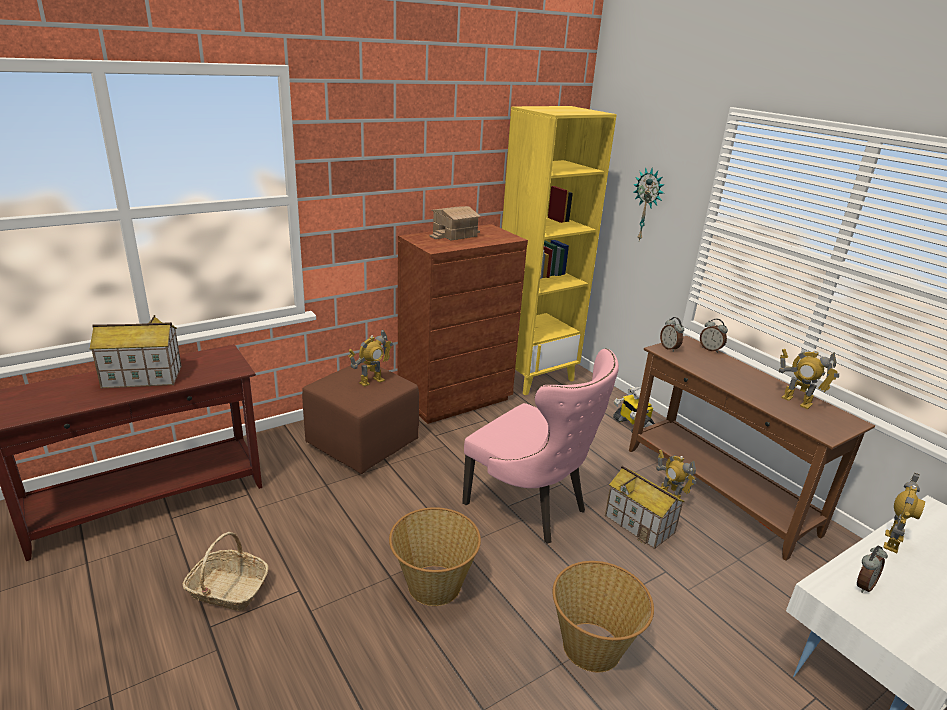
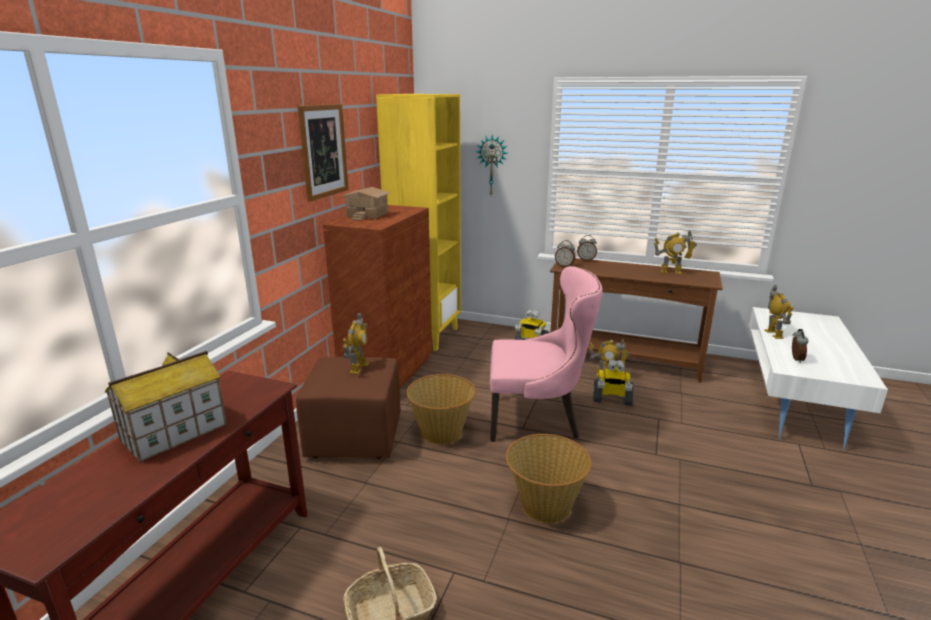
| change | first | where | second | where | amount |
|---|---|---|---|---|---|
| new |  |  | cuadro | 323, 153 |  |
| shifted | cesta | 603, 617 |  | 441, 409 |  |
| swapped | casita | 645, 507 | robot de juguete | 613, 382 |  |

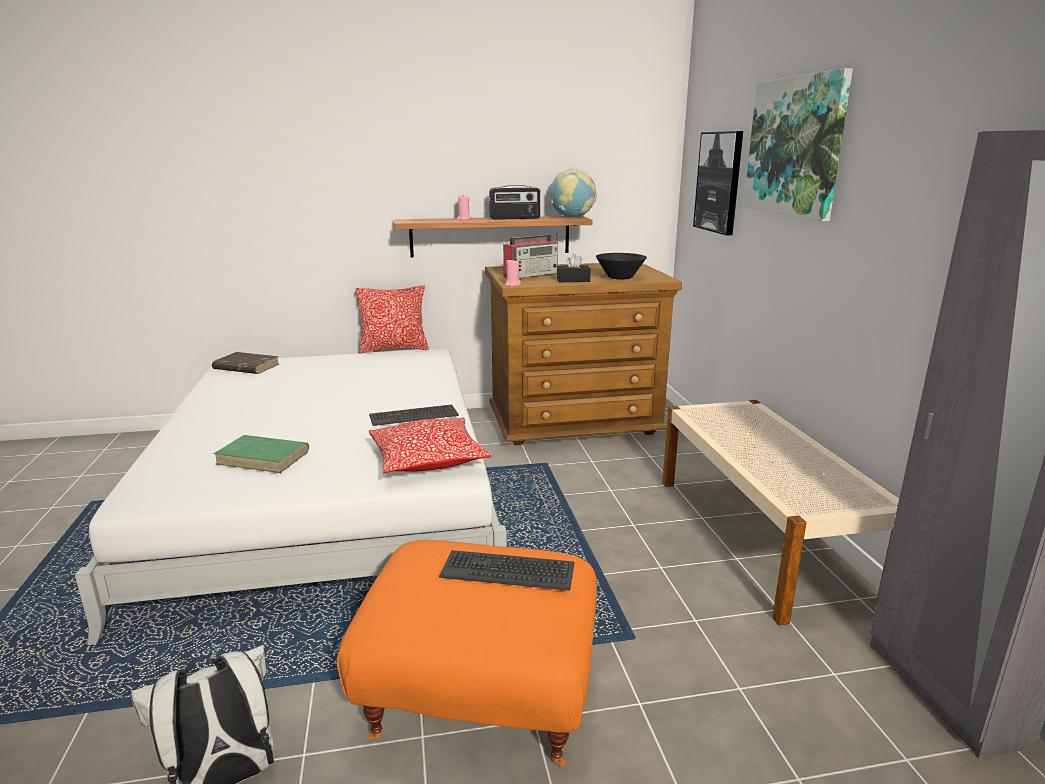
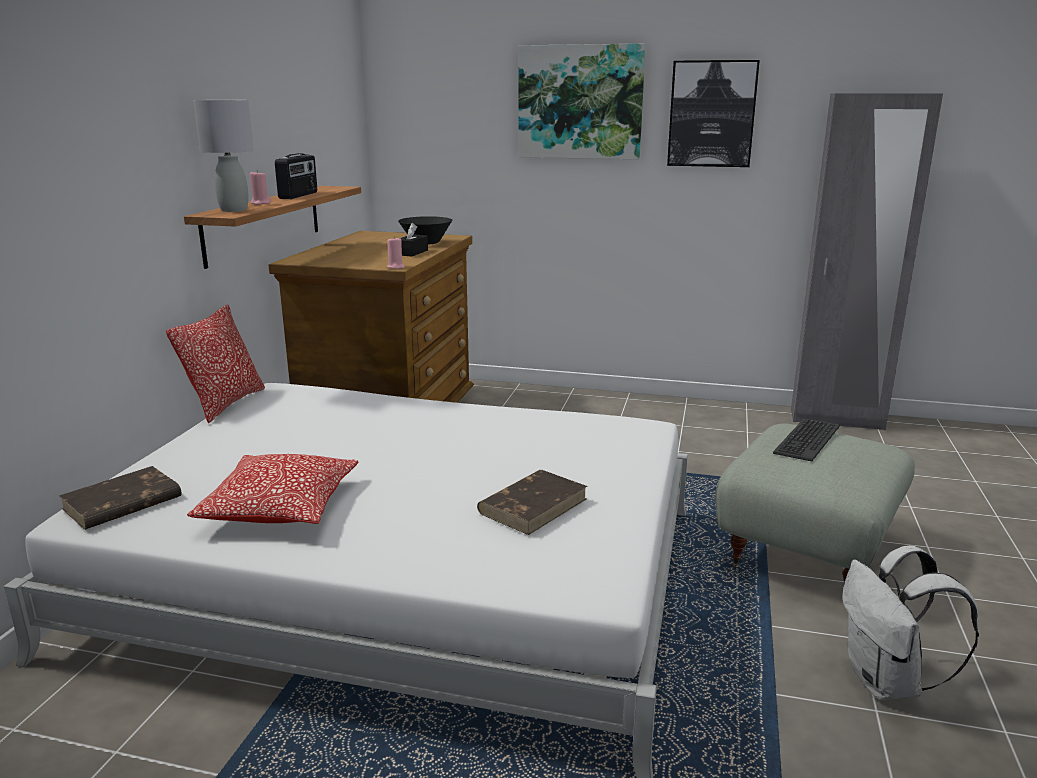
| change | first | where | second | where | amount |
|---|---|---|---|---|---|
| gone | teclado | 414, 415 |  |  |  |
| gone | radio | 530, 256 |  |  |  |
| gone | globo terráqueo | 573, 193 |  |  |  |
| gone | banco [beis] | 780, 513 |  |  |  |
| new |  |  | lámpara de mesa [gris] | 223, 156 |  |
| shifted | cojín | 430, 445 |  | 272, 489 |  |
| shifted | cuadro | 718, 183 |  | 713, 113 |  |
| repainted | libro [verde] | 261, 454 | libro [marrón] | 532, 502 |  |
| repainted | puf [naranja] | 467, 653 | puf [gris] | 815, 503 |  |

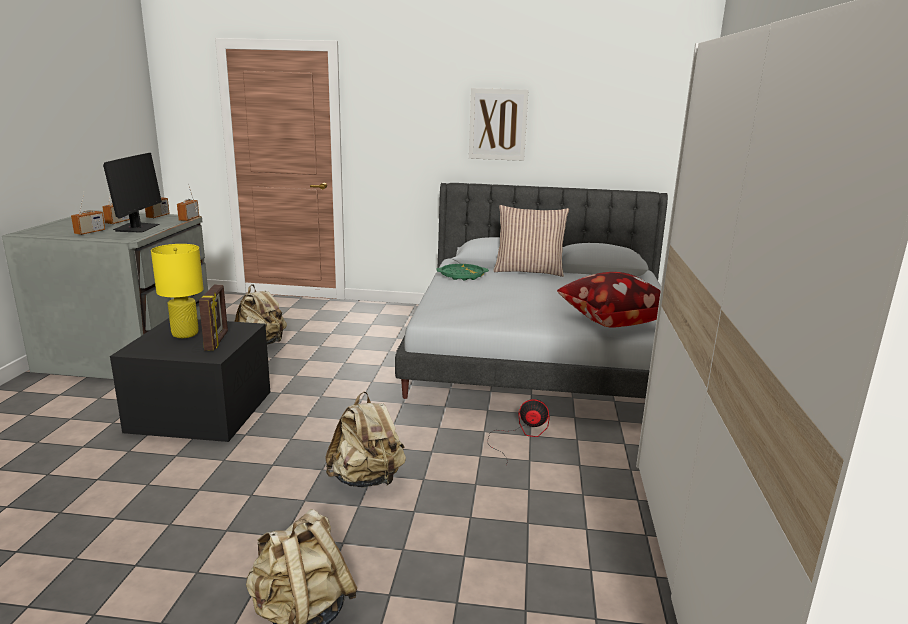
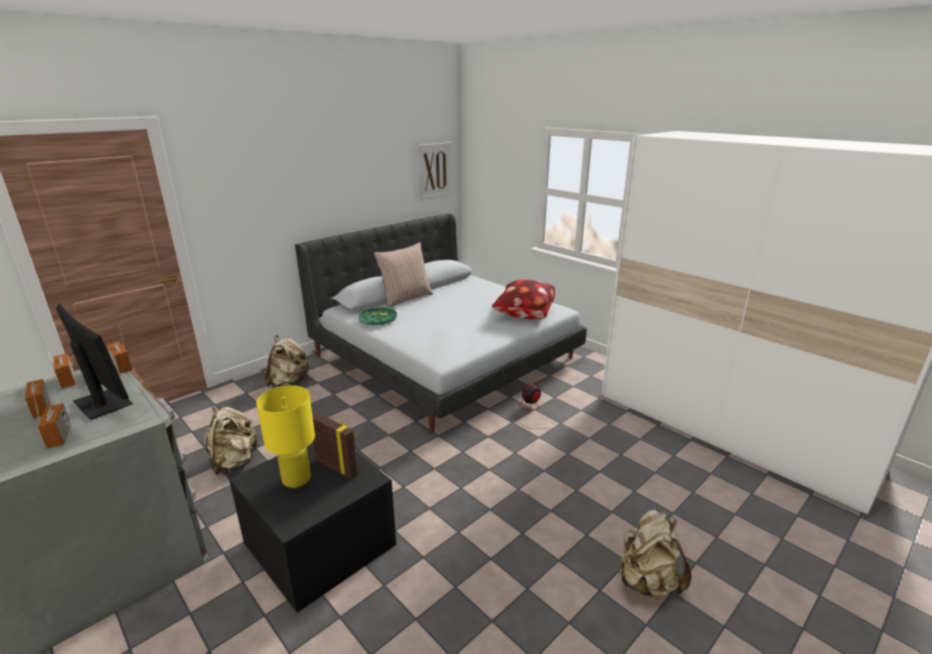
| change | first | where | second | where | amount |
|---|---|---|---|---|---|
| shifted | mochila [beis] | 365, 439 |  | 287, 361 |  |
| shifted | cuadro | 498, 124 |  | 434, 171 |  |

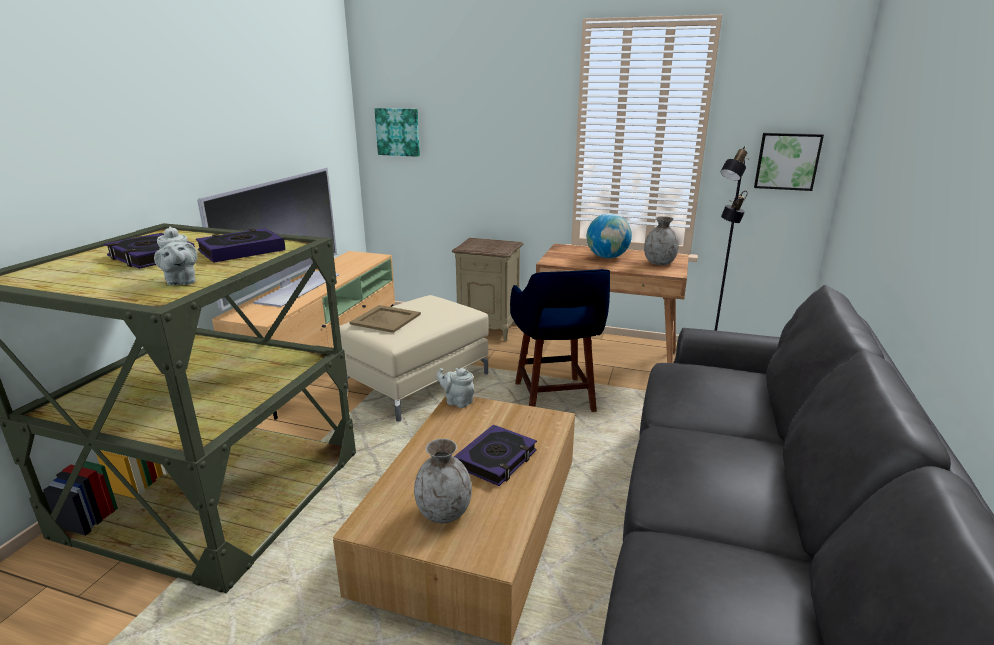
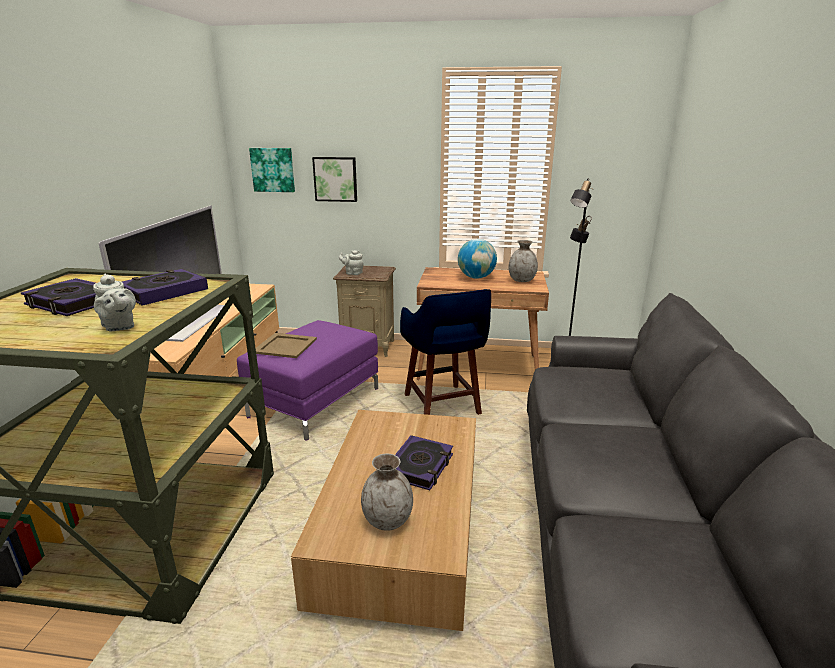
| change | first | where | second | where | amount |
|---|---|---|---|---|---|
| shifted | tetera [gris] | 455, 388 |  | 351, 262 |  |
| shifted | cuadro | 789, 162 |  | 334, 179 |  |
| repainted | puf [beis] | 414, 358 | puf [morado] | 307, 380 |  |

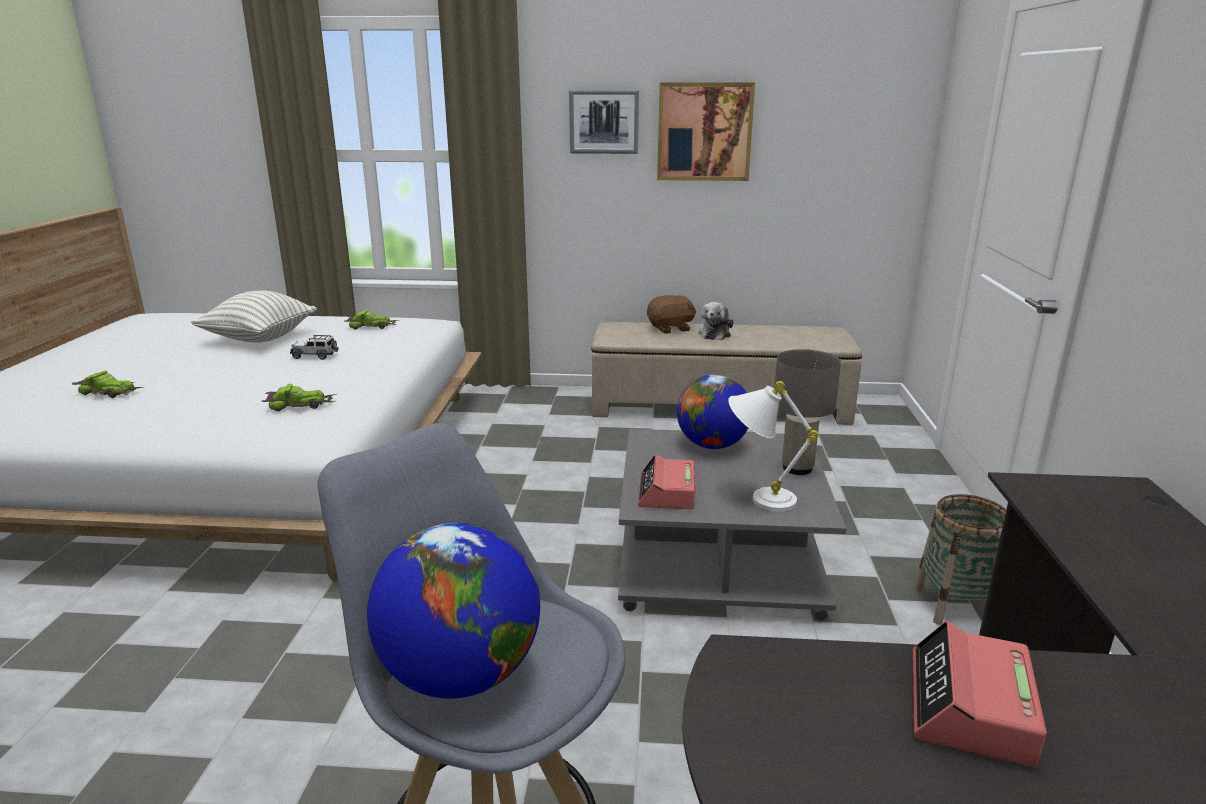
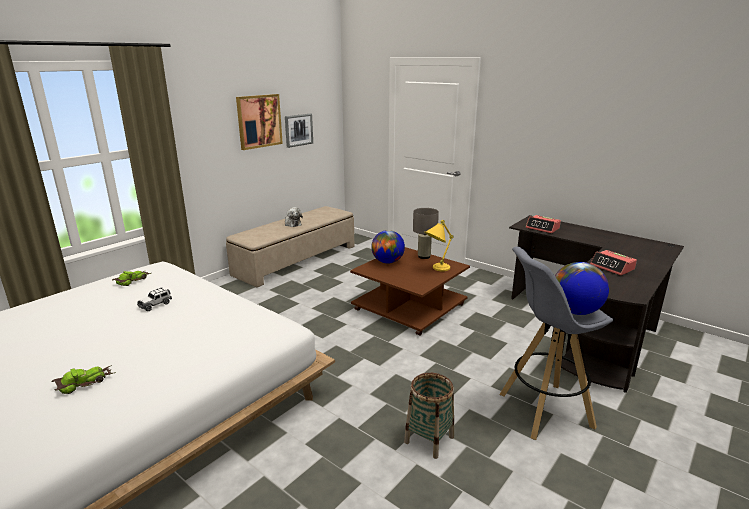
| change | first | where | second | where | amount |
|---|---|---|---|---|---|
| gone | cojín | 254, 317 |  |  |  |
| gone | coche de juguete | 299, 397 |  |  |  |
| gone | peluche [marrón] | 671, 314 |  |  |  |
| shifted | cuadro | 604, 122 |  | 299, 131 |  |
| shifted | despertador | 666, 481 |  | 543, 224 |  |
| shifted | cesta | 960, 559 |  | 429, 416 |  |
| repainted | mesa de centro [gris] | 732, 525 | mesa de centro [marrón] | 410, 291 |  |
| repainted | lámpara de mesa [blanco] | 773, 446 | lámpara de mesa [amarillo] | 438, 245 |  |

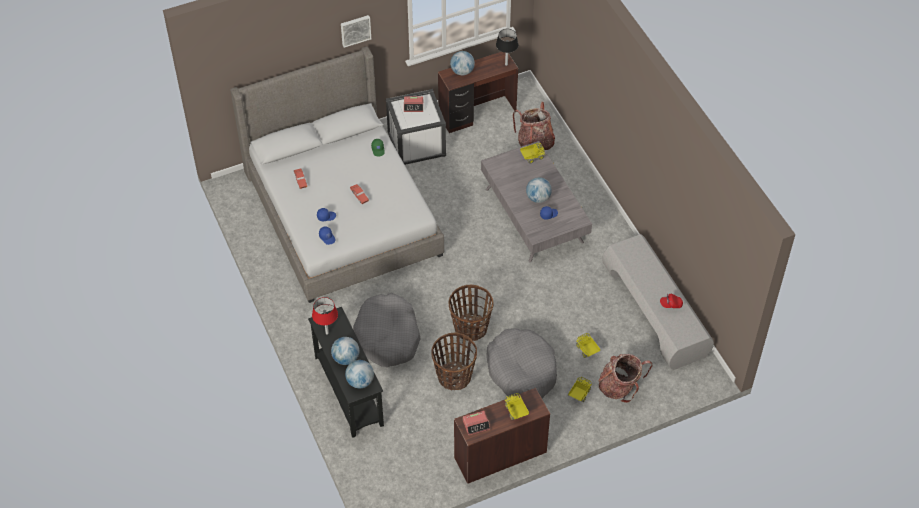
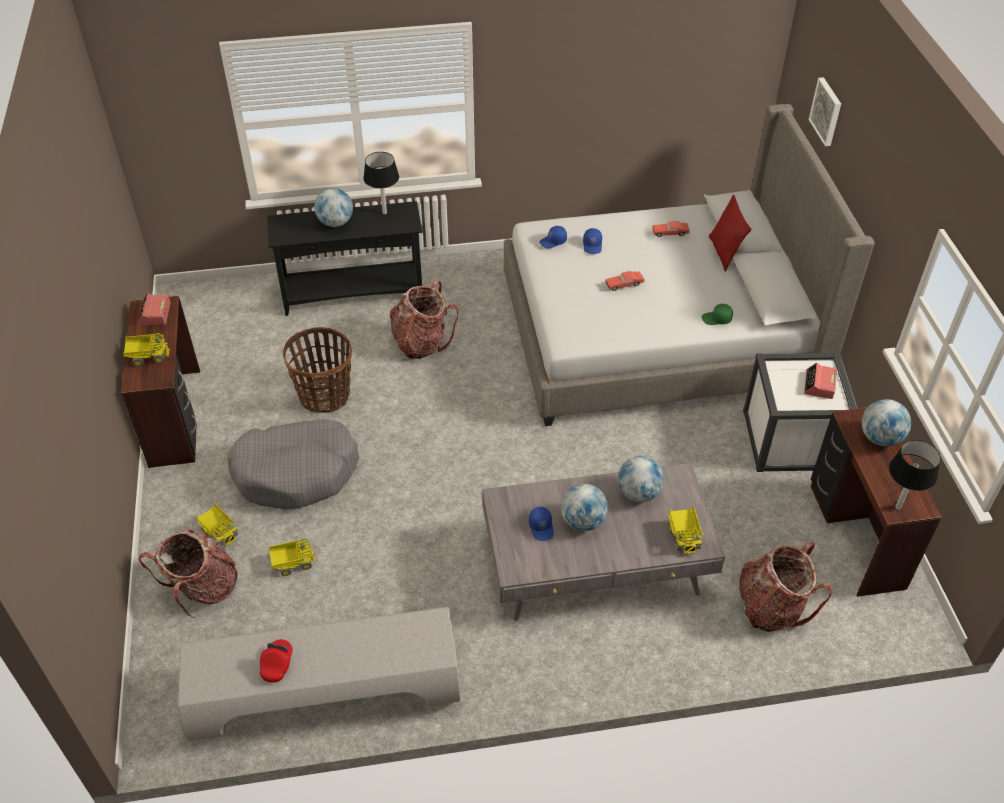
| change | first | where | second | where | amount |
|---|---|---|---|---|---|
| gone | cesta | 471, 313 |  |  |  |
| new |  |  | cojín [rojo] | 730, 233 |  |
| shifted | cuadro | 356, 31 |  | 824, 111 |  |
| shifted | globo terráqueo | 359, 374 |  | 641, 479 |  |
| swapped | cama para perro [gris] | 387, 330 | mochila | 424, 319 |  |
| repainted | lámpara de mesa [rojo] | 325, 315 | lámpara de mesa [negro] | 381, 183 |  |

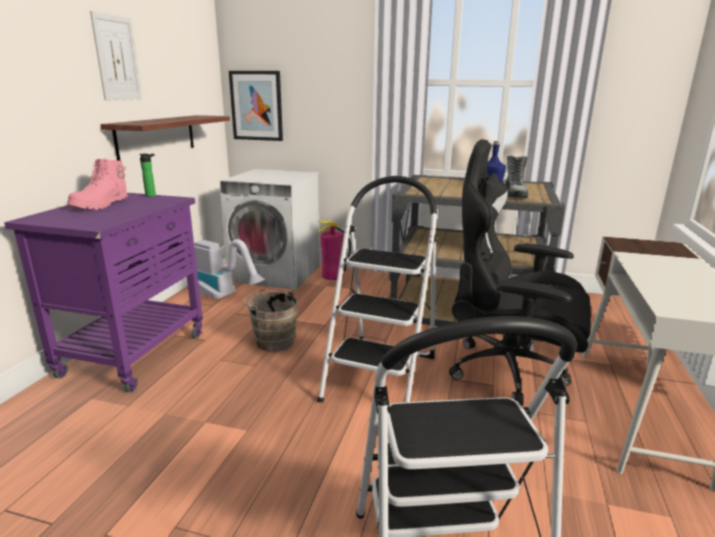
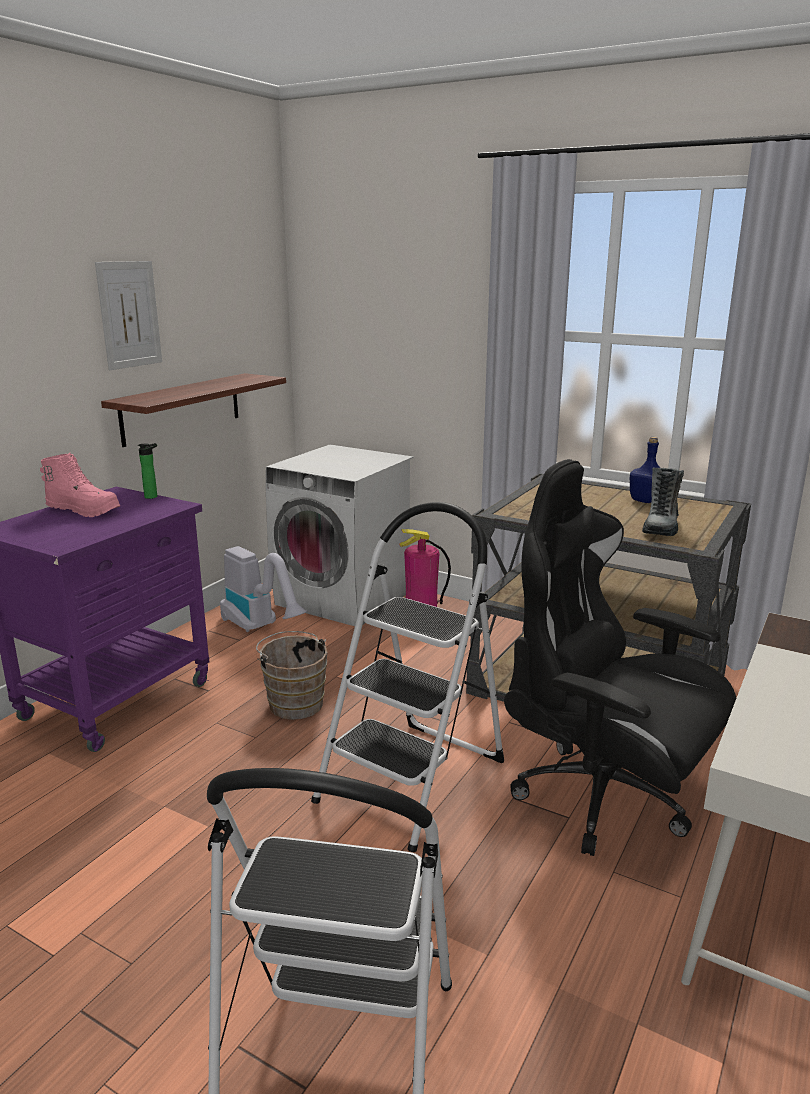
| change | first | where | second | where | amount |
|---|---|---|---|---|---|
| gone | cuadro | 256, 106 |  |  |  |
| rotated | bota [rosa] | 97, 184 |  | 80, 485 | 105 degrees counterclockwise |

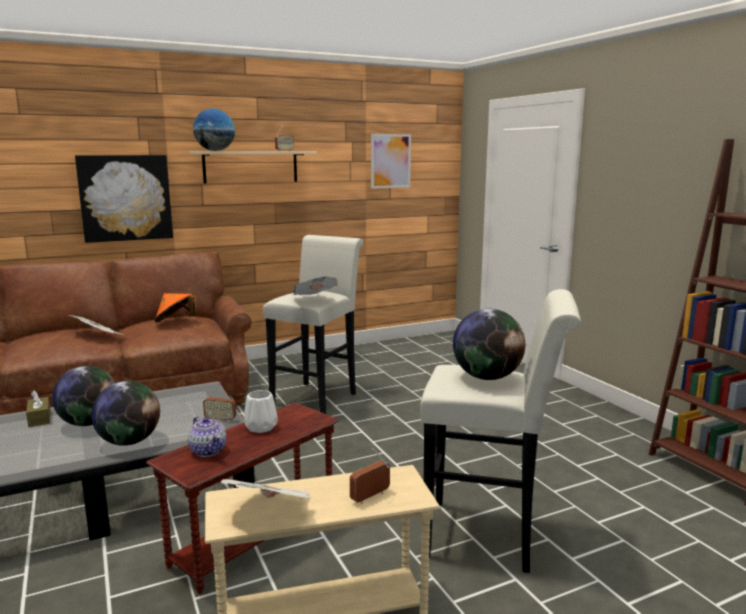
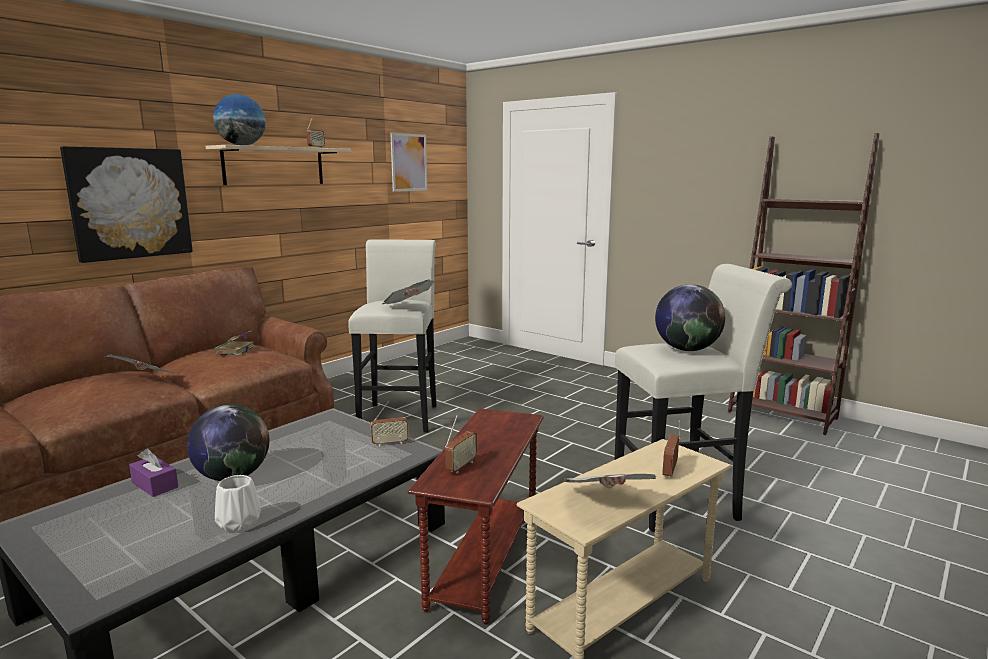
| change | first | where | second | where | amount |
|---|---|---|---|---|---|
| gone | globo terráqueo | 125, 413 |  |  |  |
| shifted | florero [blanco] | 261, 411 |  | 238, 503 |  |
| swapped | sombrero [naranja] | 175, 308 | libro | 235, 342 |  |
| swapped | tetera | 207, 436 | radio | 461, 444 |  |
| repainted | caja de pañuelos [marrón] | 38, 408 | caja de pañuelos [morado] | 153, 473 |  |

